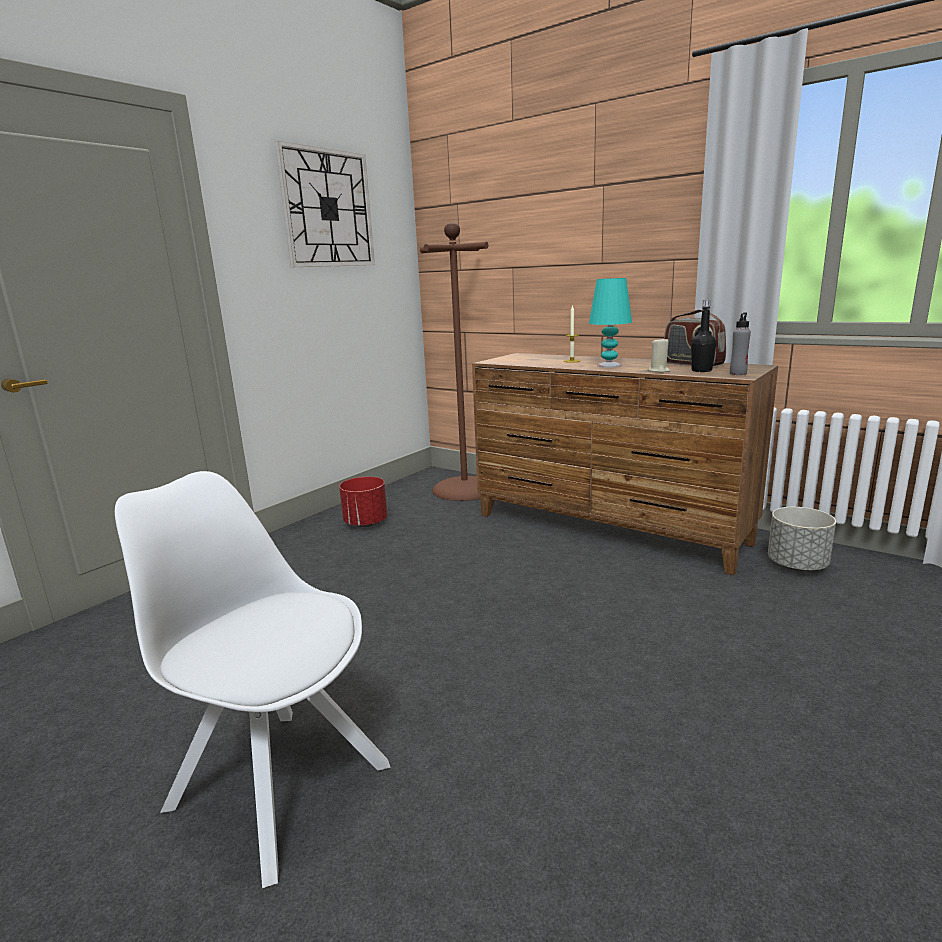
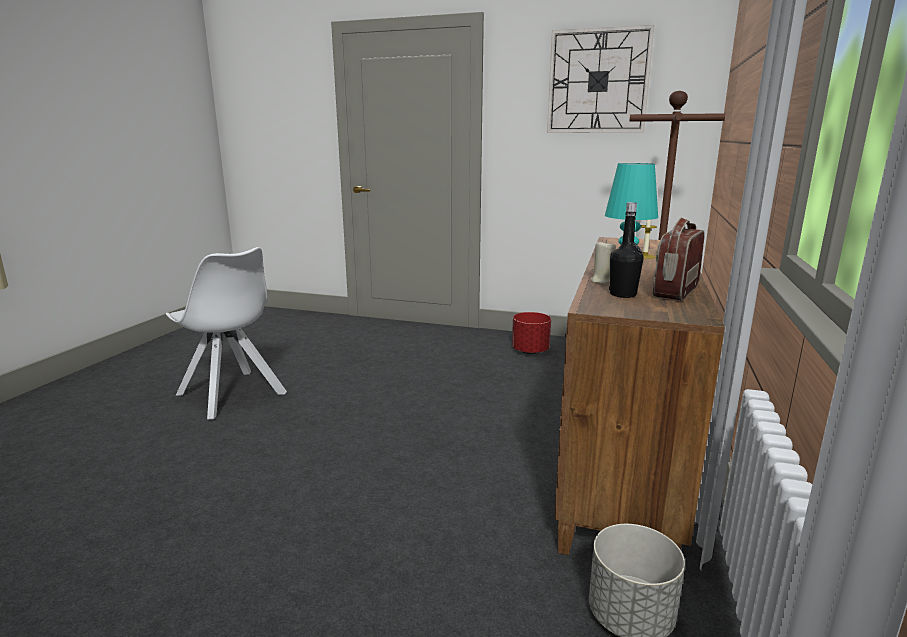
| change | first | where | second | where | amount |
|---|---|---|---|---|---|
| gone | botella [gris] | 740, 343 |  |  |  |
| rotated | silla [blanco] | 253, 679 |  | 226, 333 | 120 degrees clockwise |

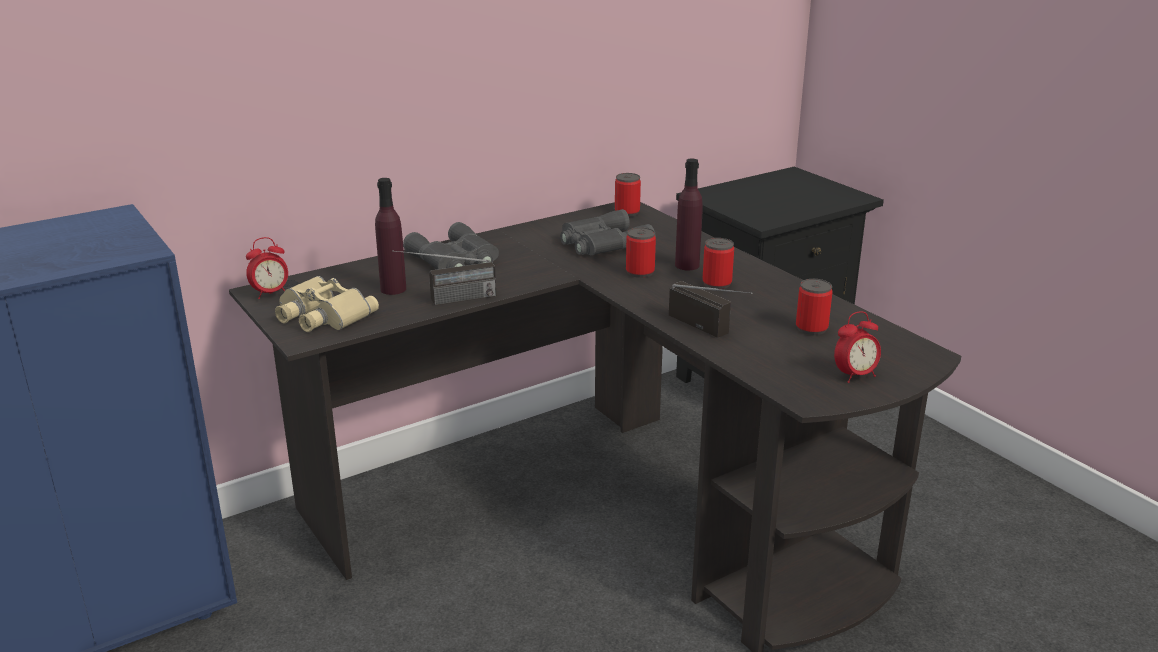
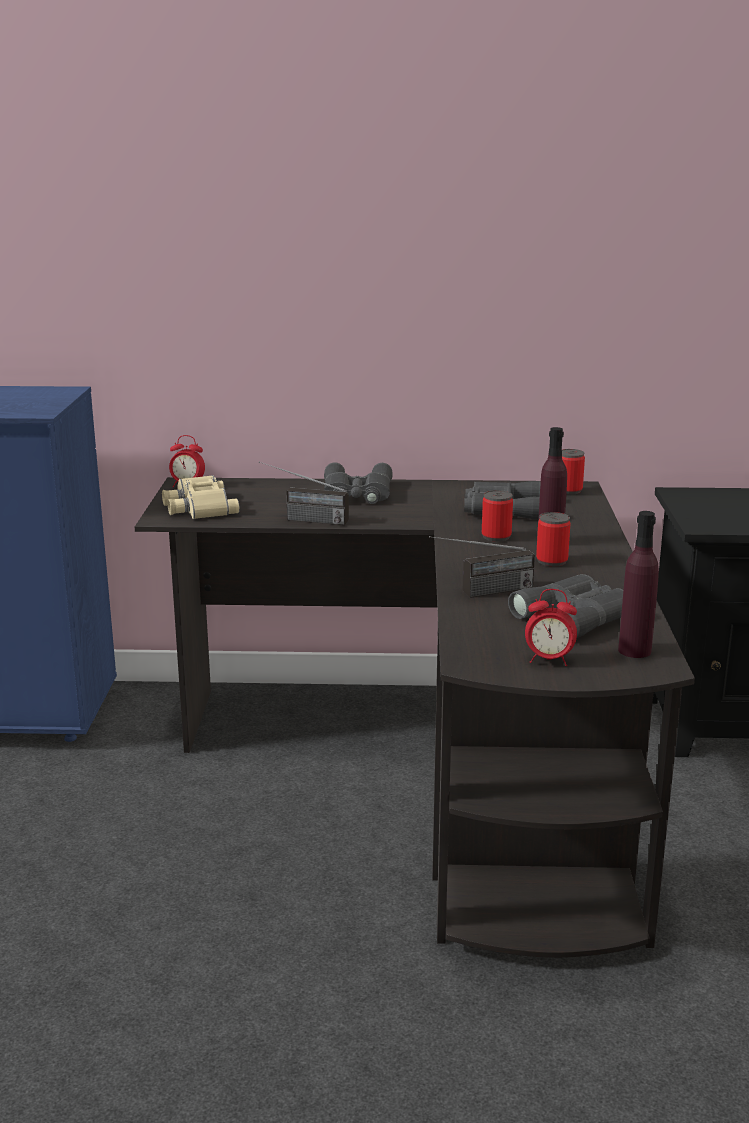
| change | first | where | second | where | amount |
|---|---|---|---|---|---|
| shifted | botella [morado] | 390, 236 |  | 638, 584 |  |
| swapped | lata | 814, 307 | prismáticos [gris] | 565, 606 |  |
| rotated | radio | 710, 309 |  | 482, 567 | 75 degrees clockwise |

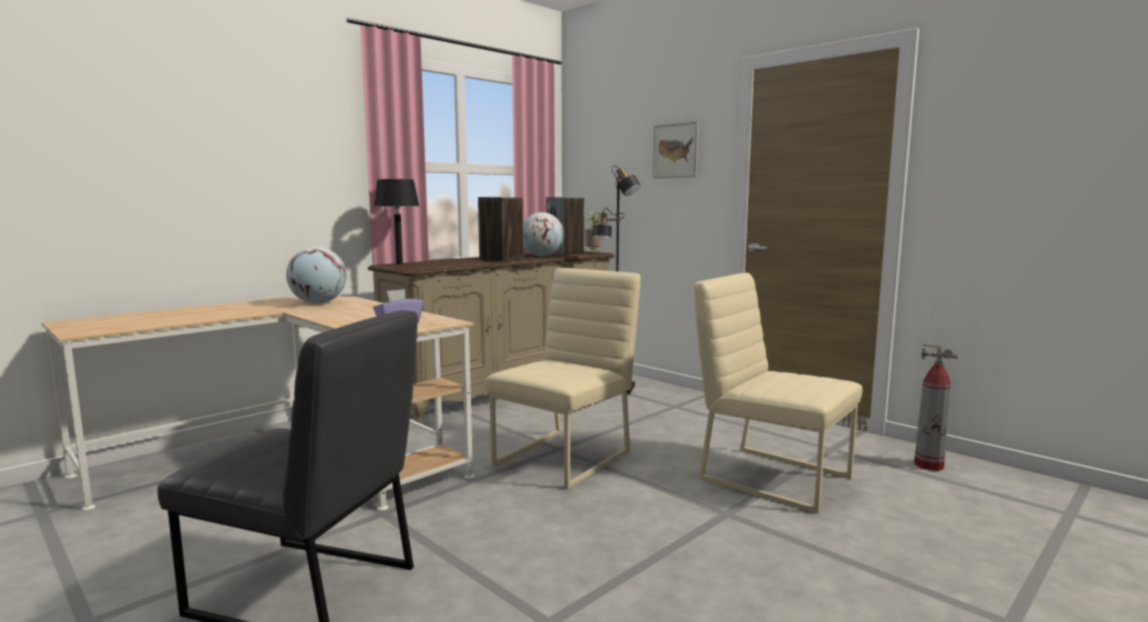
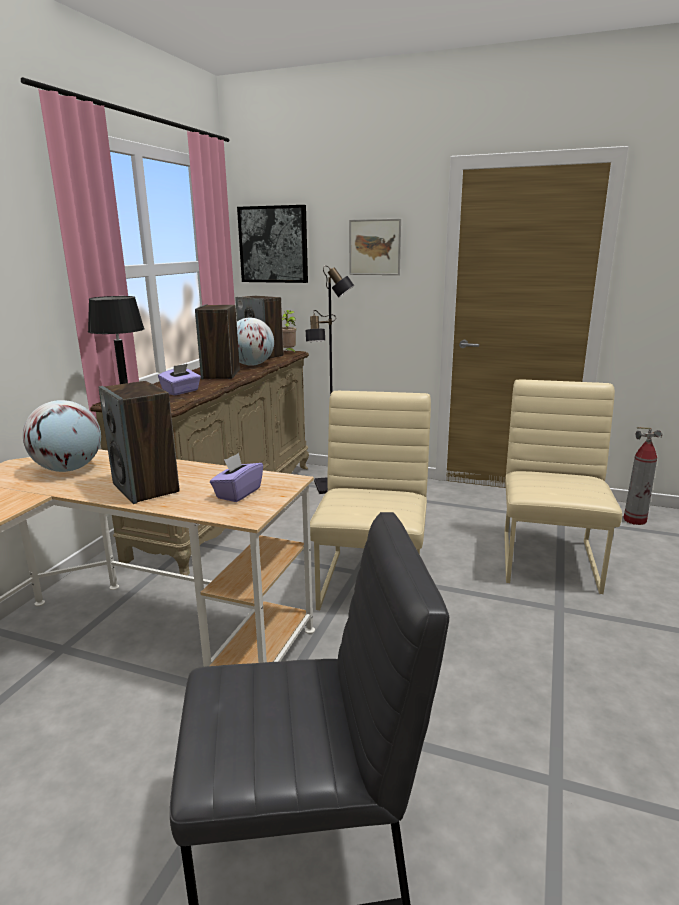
| change | first | where | second | where | amount |
|---|---|---|---|---|---|
| new |  |  | altavoz | 139, 442 |  |
| new |  |  | caja de pañuelos [morado] | 179, 379 |  |
| new |  |  | cuadro | 272, 244 |  |
| rotated | silla [beis] | 778, 393 |  | 563, 487 | 90 degrees clockwise |

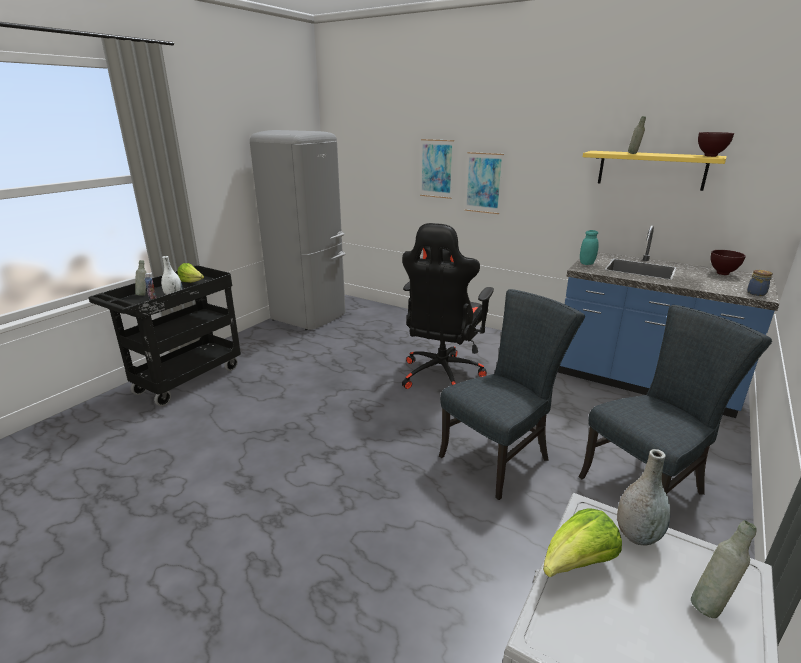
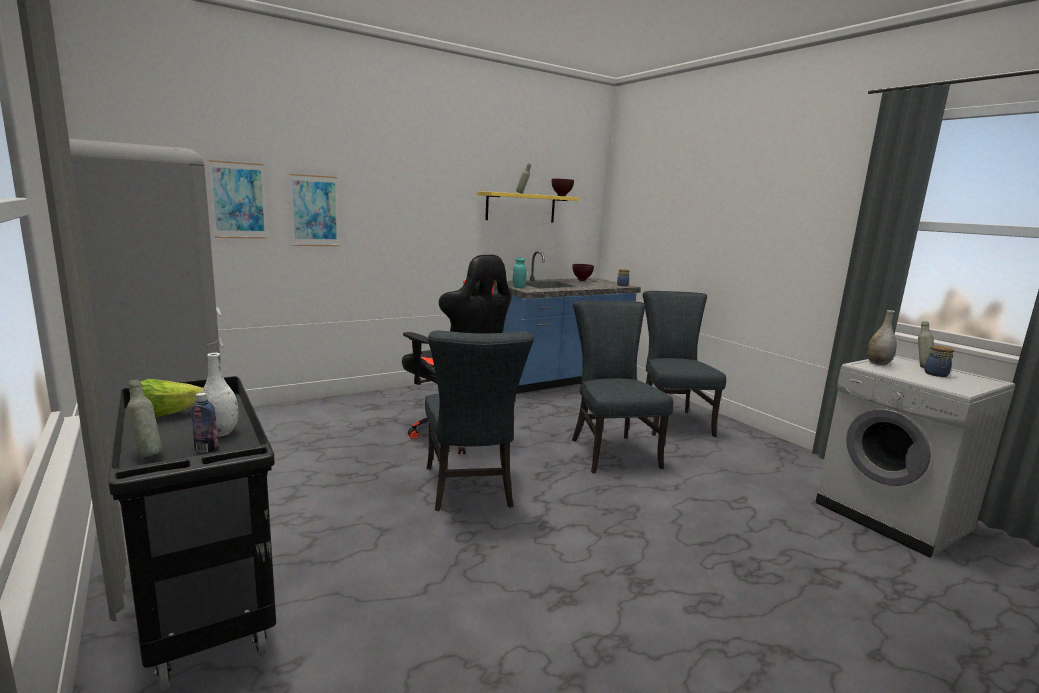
| change | first | where | second | where | amount |
|---|---|---|---|---|---|
| gone | lechuga | 582, 543 |  |  |  |
| new |  |  | silla [gris] | 479, 421 |  |
| new |  |  | tarro | 939, 361 |  |
| shifted | cuadro | 484, 183 |  | 238, 199 |  |

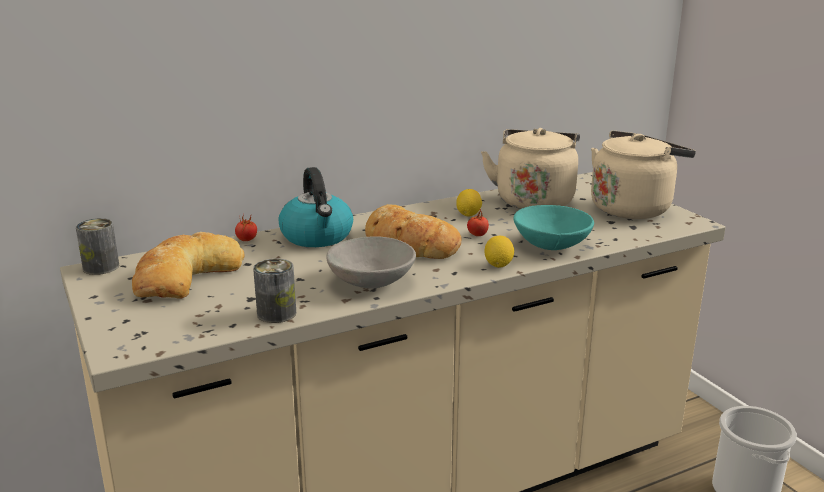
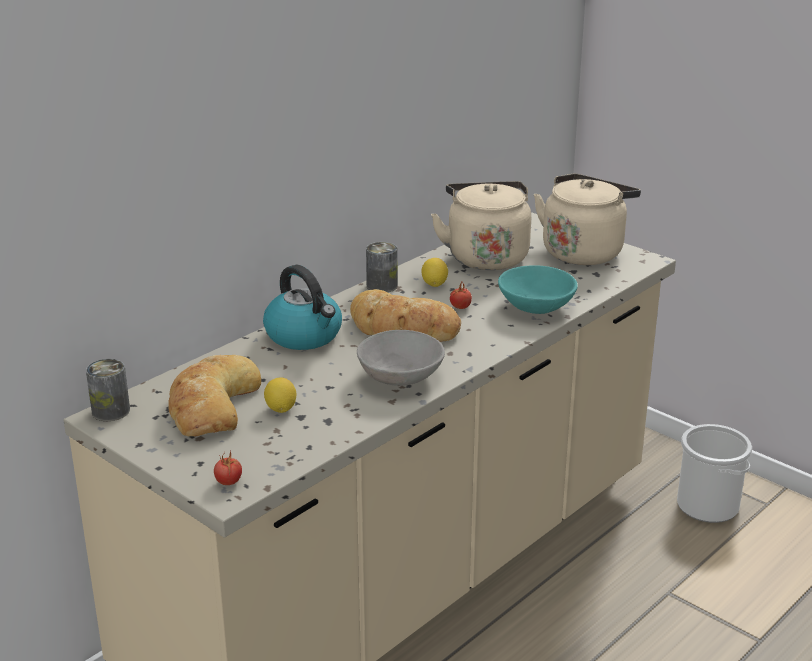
| change | first | where | second | where | amount |
|---|---|---|---|---|---|
| shifted | tomate | 246, 227 |  | 228, 468 |  |
| shifted | lata | 274, 291 |  | 382, 267 |  |
| shifted | limón | 499, 252 |  | 280, 395 |  |

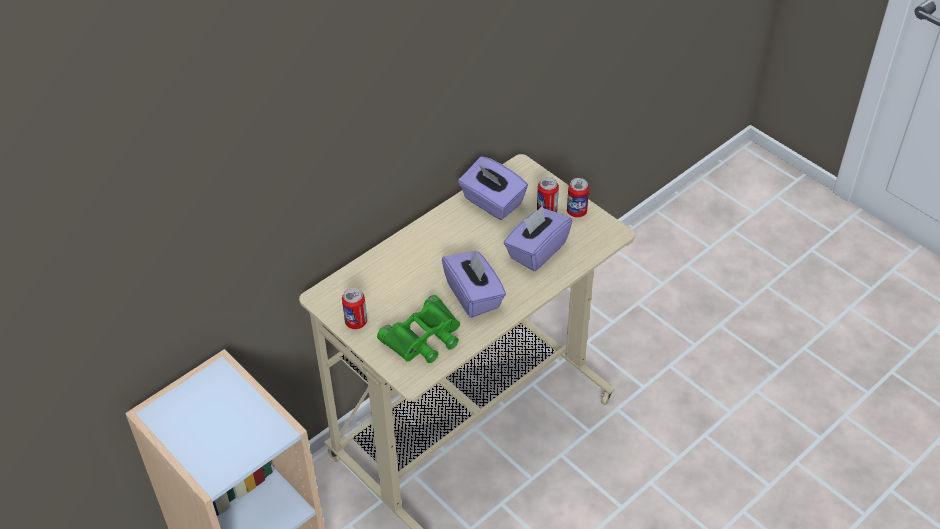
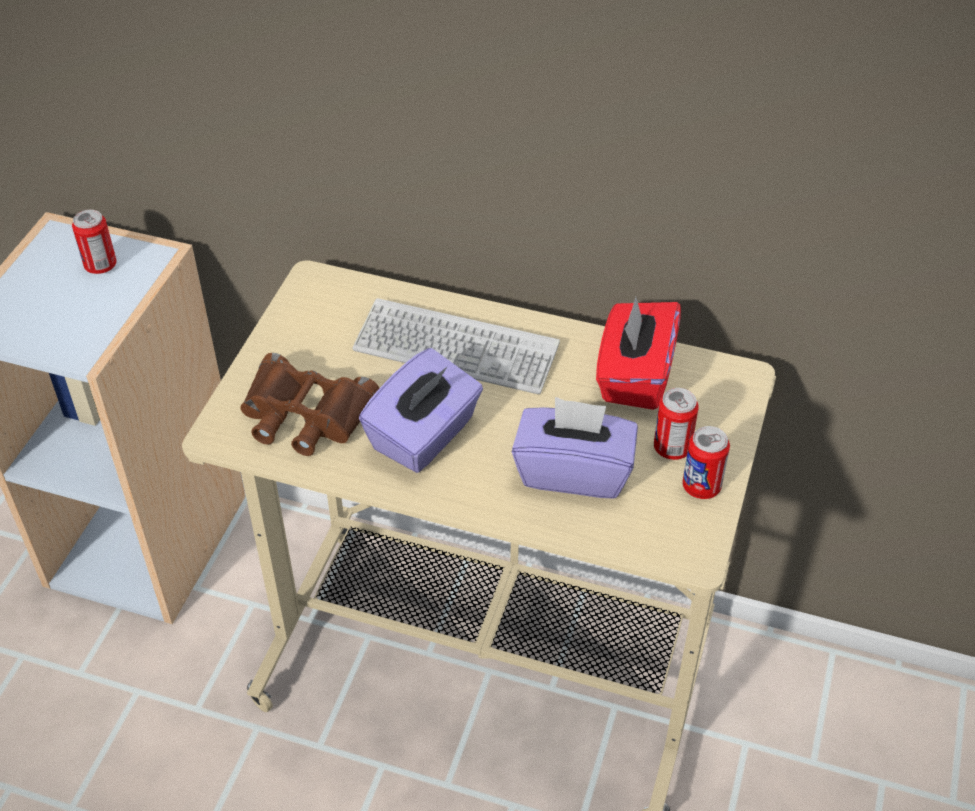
| change | first | where | second | where | amount |
|---|---|---|---|---|---|
| new |  |  | teclado | 456, 346 |  |
| shifted | lata | 354, 308 |  | 94, 242 |  |
| repainted | prismáticos [verde] | 418, 329 | prismáticos [marrón] | 309, 404 |  |
| repainted | caja de pañuelos [morado] | 493, 188 | caja de pañuelos [rojo] | 638, 353 |  |

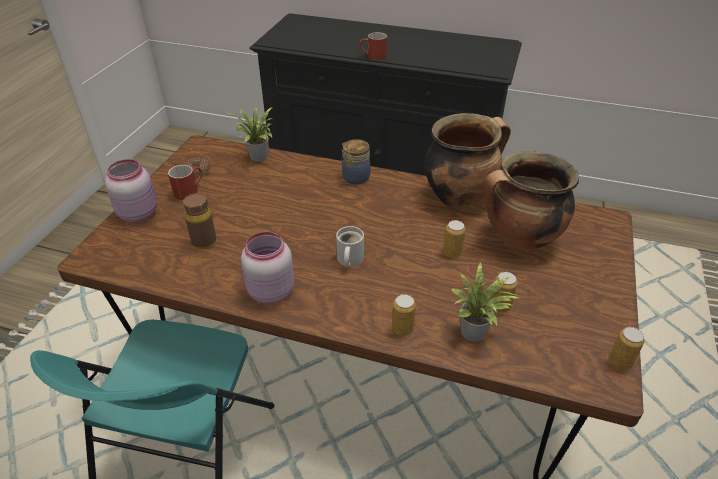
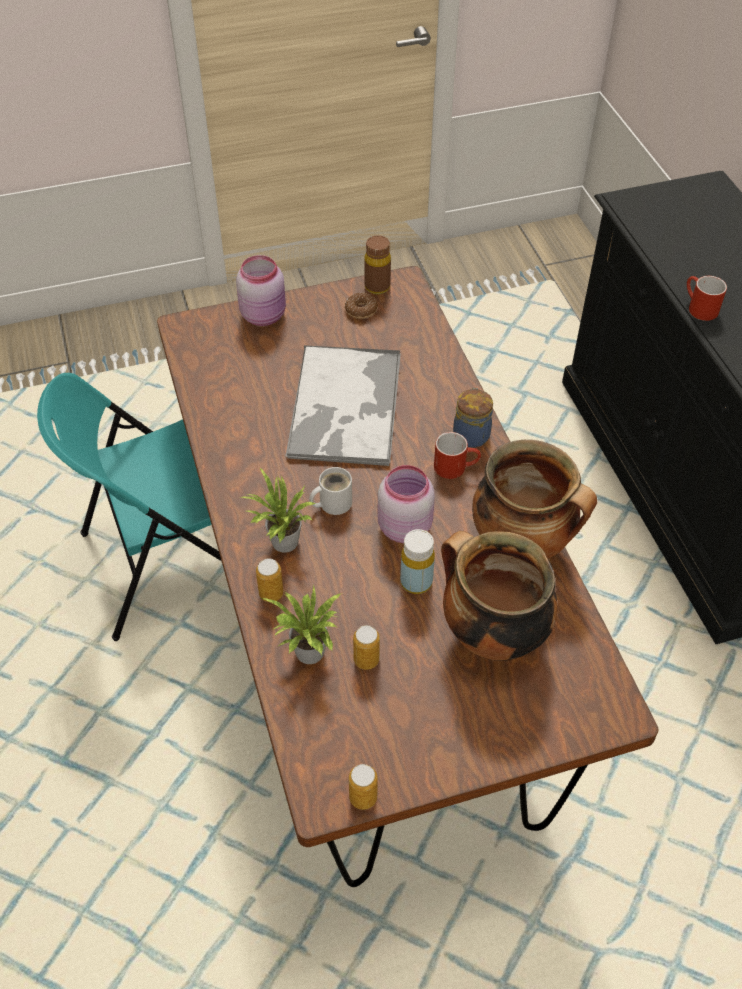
| change | first | where | second | where | amount |
|---|---|---|---|---|---|
| new |  |  | bandeja | 343, 405 |  |
| shifted | taza grande [rojo] | 185, 182 |  | 457, 455 |  |
| shifted | botella [marrón] | 200, 221 |  | 377, 264 |  |
| shifted | planta en maceta | 251, 134 |  | 278, 510 |  |
| shifted | tarro [rosa] | 267, 268 |  | 406, 504 |  |
| swapped | lata | 454, 239 | botella [amarillo] | 417, 561 |  |

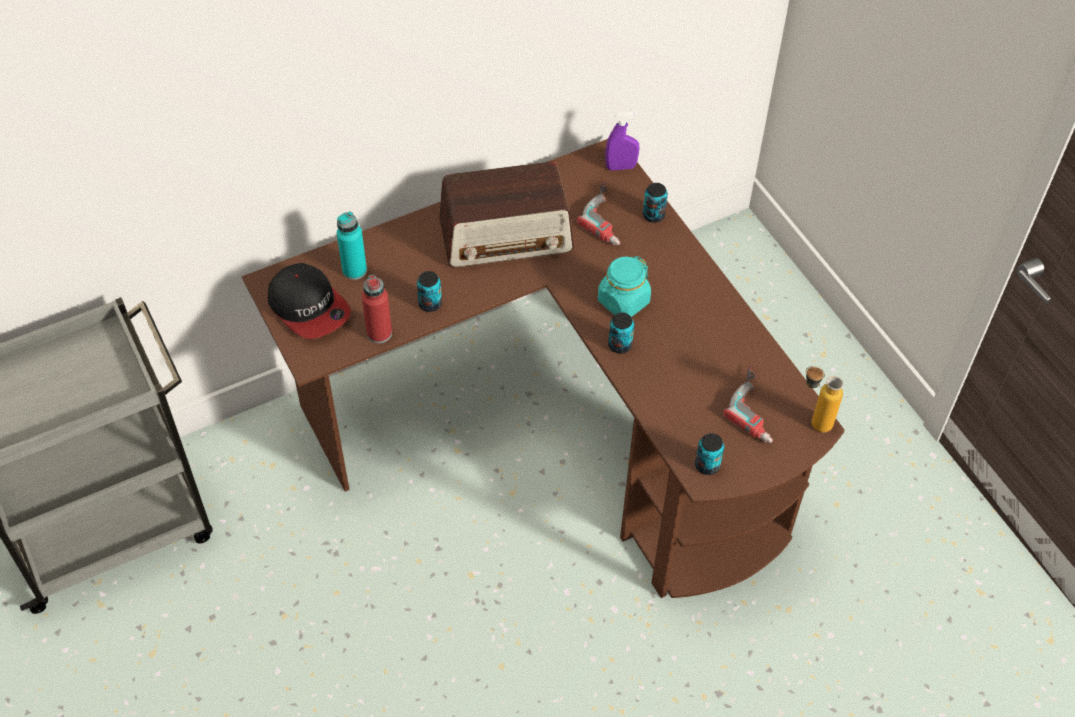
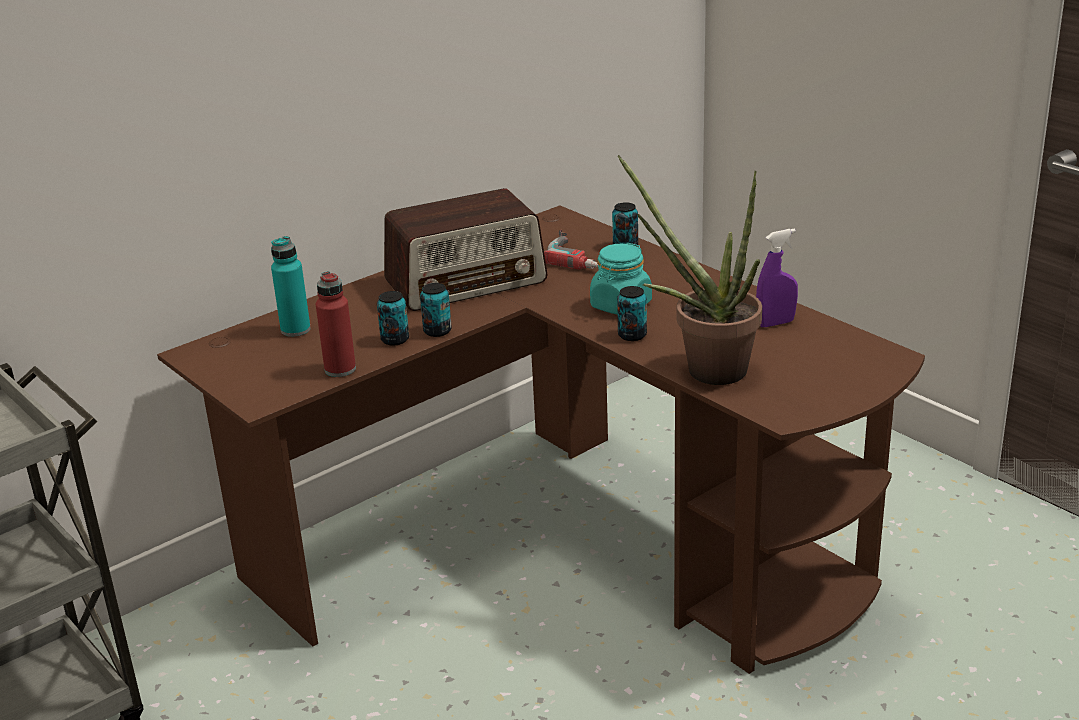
| change | first | where | second | where | amount |
|---|---|---|---|---|---|
| gone | gorra | 309, 301 |  |  |  |
| gone | taladro | 748, 404 |  |  |  |
| gone | botella | 824, 399 |  |  |  |
| new |  |  | planta en maceta | 690, 270 |  |
| shifted | pulverizador [morado] | 622, 140 |  | 777, 278 |  |
| shifted | lata | 709, 454 |  | 436, 310 |  |

